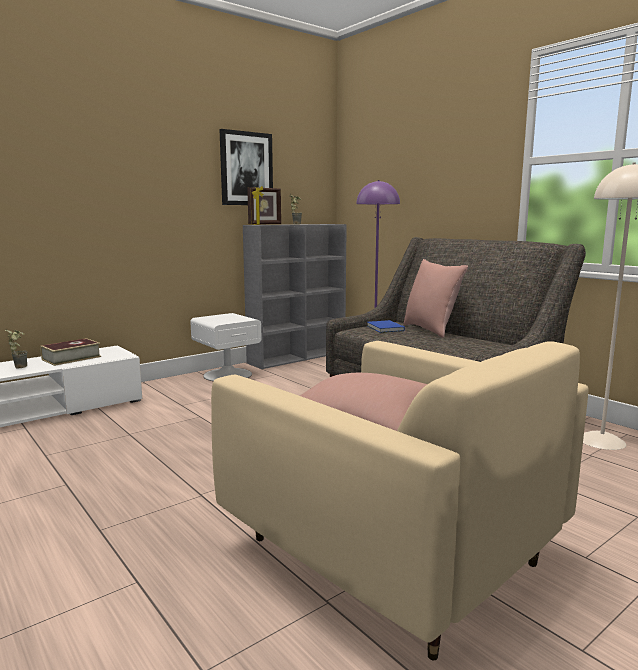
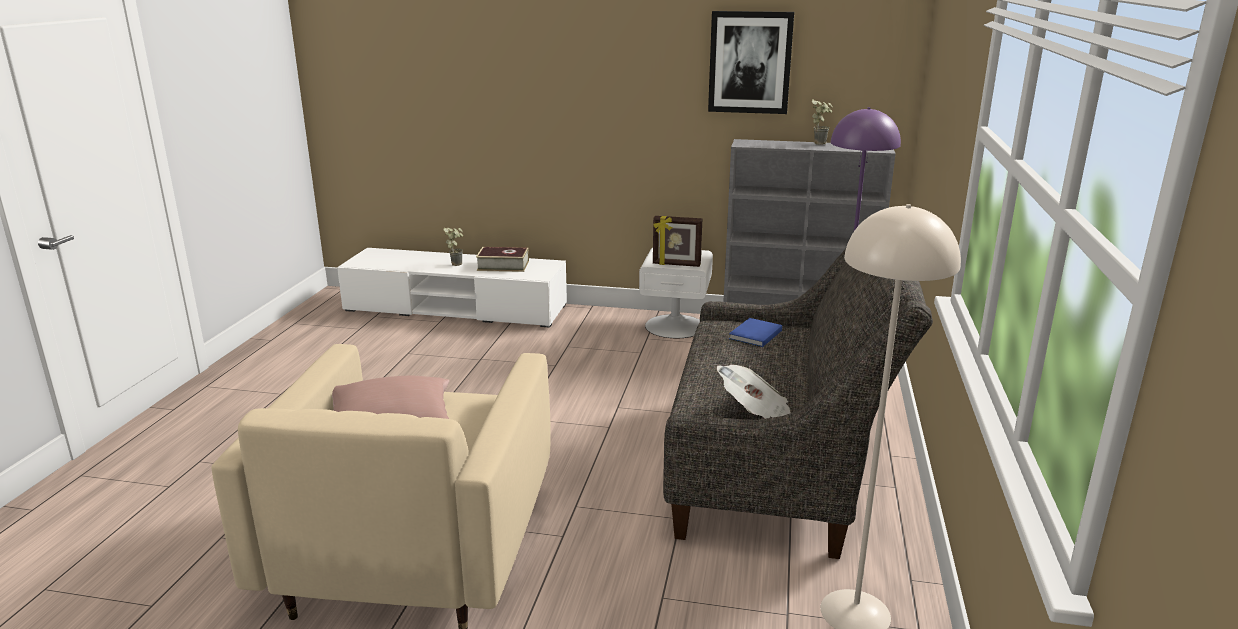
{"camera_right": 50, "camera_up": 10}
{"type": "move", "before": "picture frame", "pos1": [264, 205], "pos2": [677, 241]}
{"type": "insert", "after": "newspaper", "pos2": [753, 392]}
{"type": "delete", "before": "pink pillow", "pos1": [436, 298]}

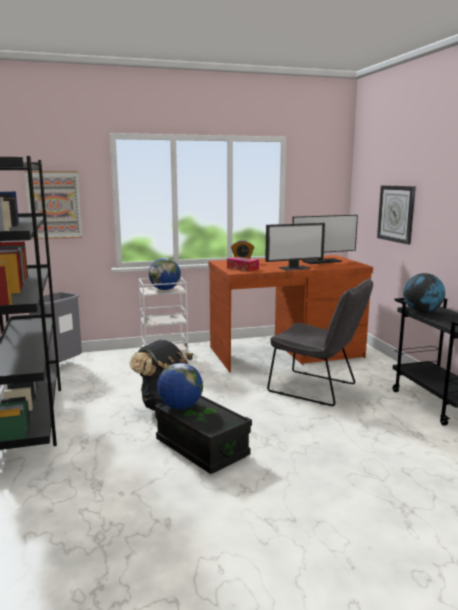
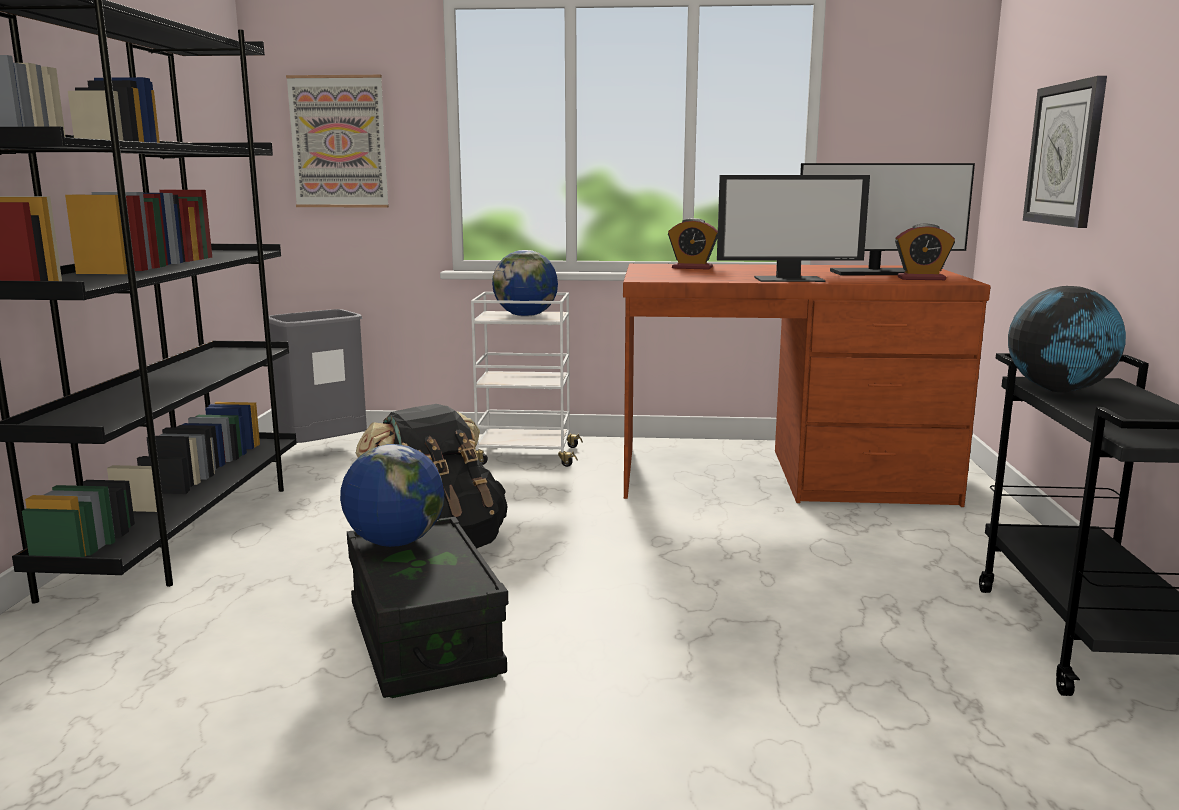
{"camera_right": 20, "camera_up": 0}
{"type": "insert", "after": "alarm clock", "pos2": [925, 251]}
{"type": "delete", "before": "tissue box", "pos1": [243, 264]}
{"type": "delete", "before": "grey chair", "pos1": [320, 342]}

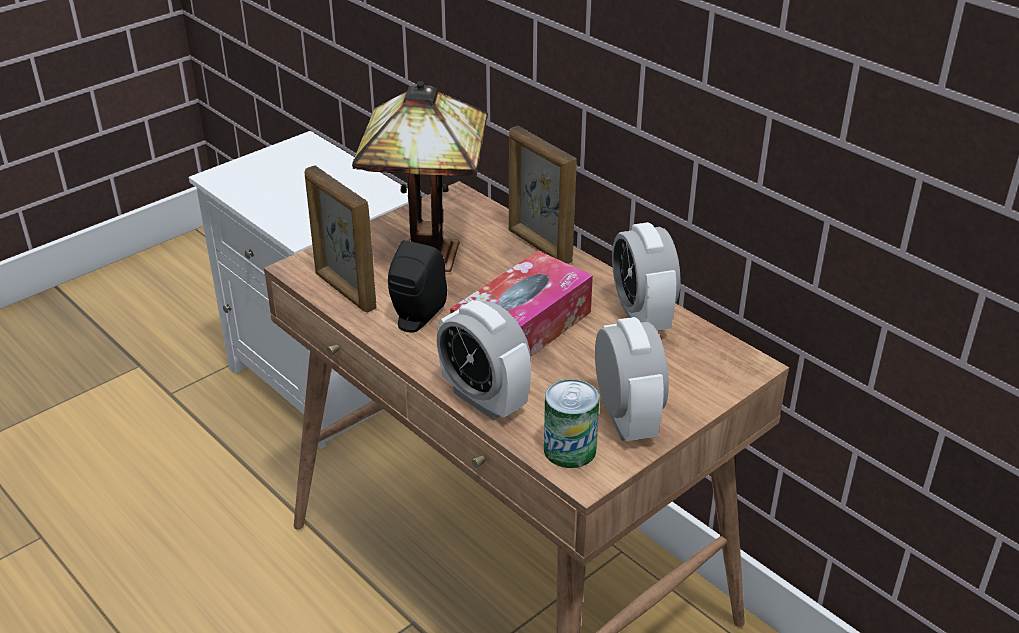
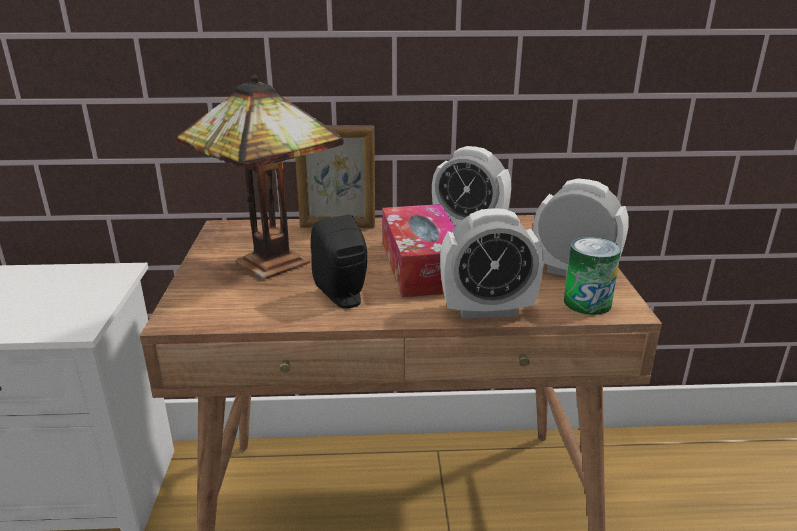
{"camera_right": -50, "camera_up": -10}
{"type": "delete", "before": "picture frame", "pos1": [341, 239]}

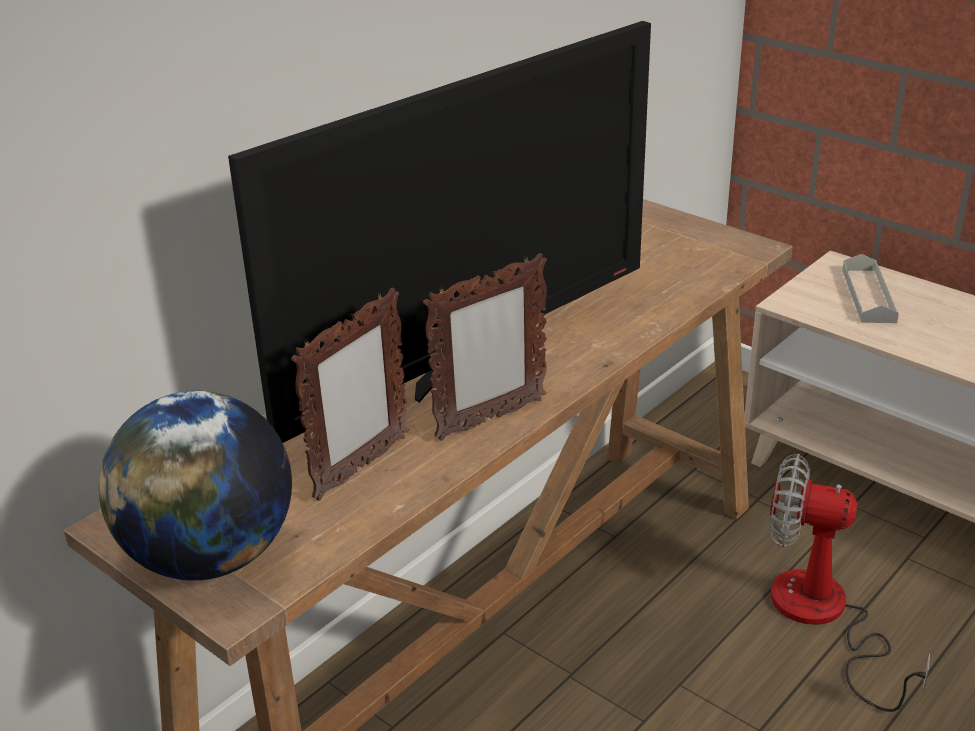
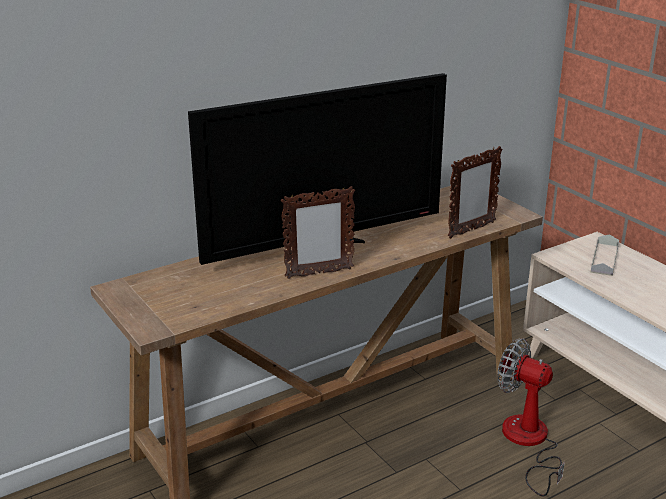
{"camera_right": 15, "camera_up": -5}
{"type": "move", "before": "picture frame", "pos1": [350, 394], "pos2": [475, 192]}
{"type": "delete", "before": "globe", "pos1": [195, 485]}

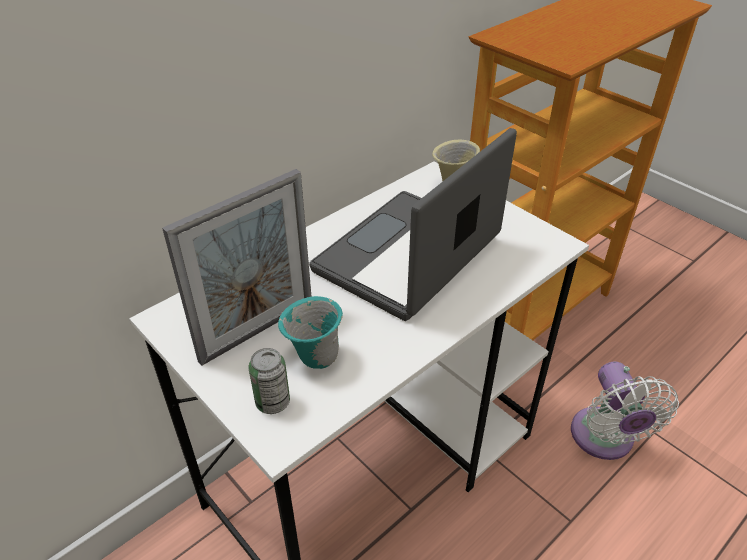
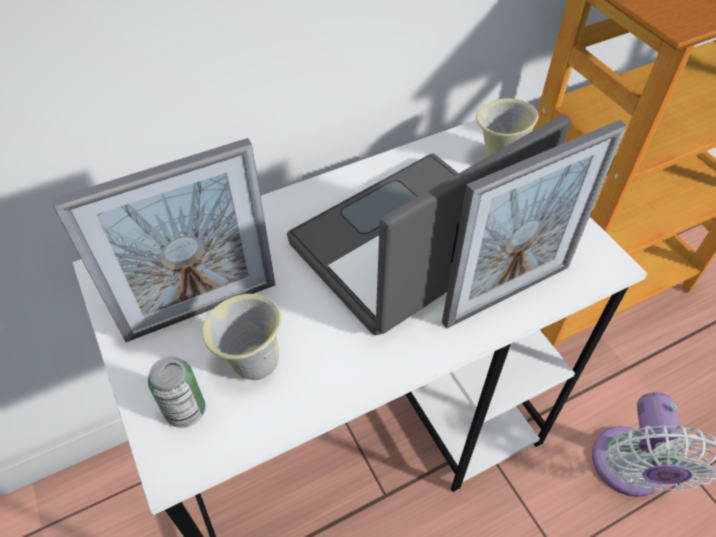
{"camera_right": 15, "camera_up": 10}
{"type": "recolor", "before": "turquoise mug", "after": "beige mug", "pos1": [310, 332], "pos2": [242, 337]}
{"type": "insert", "after": "picture frame", "pos2": [534, 224]}

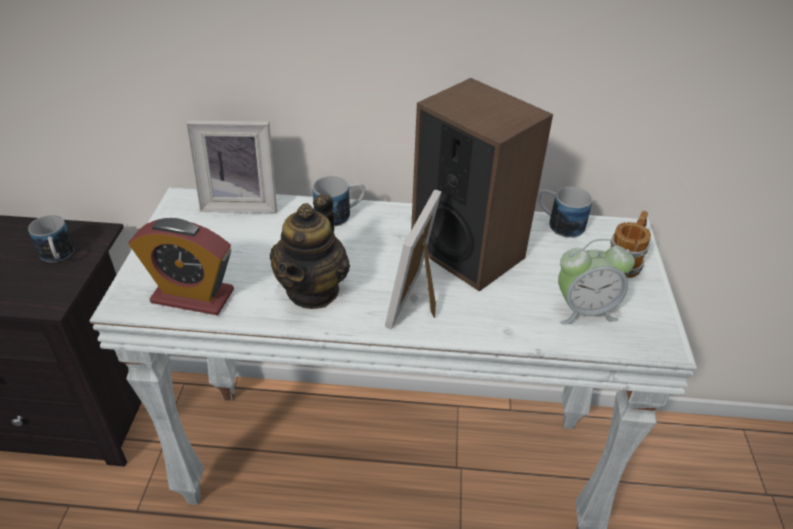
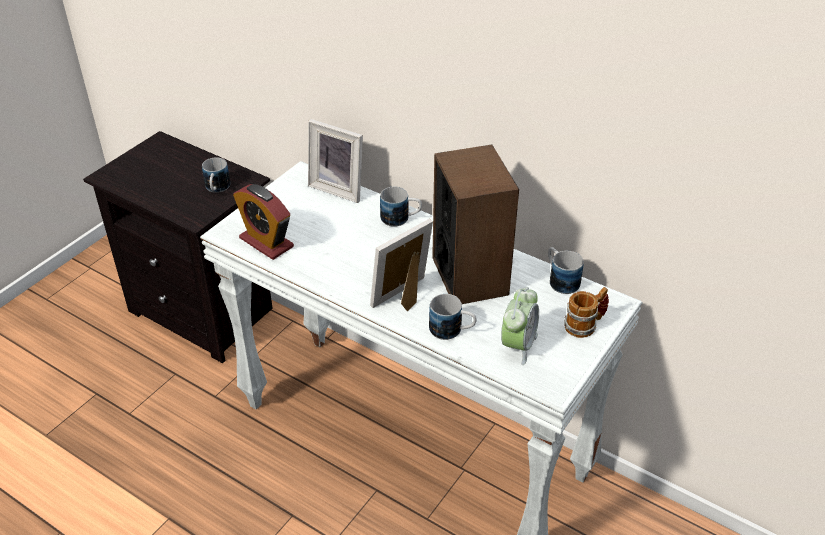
{"camera_right": 30, "camera_up": 0}
{"type": "insert", "after": "mug", "pos2": [453, 317]}
{"type": "rotate", "before": "alarm clock", "pos1": [596, 281], "pos2": [520, 326], "turn": -90}
{"type": "delete", "before": "teapot", "pos1": [310, 251]}

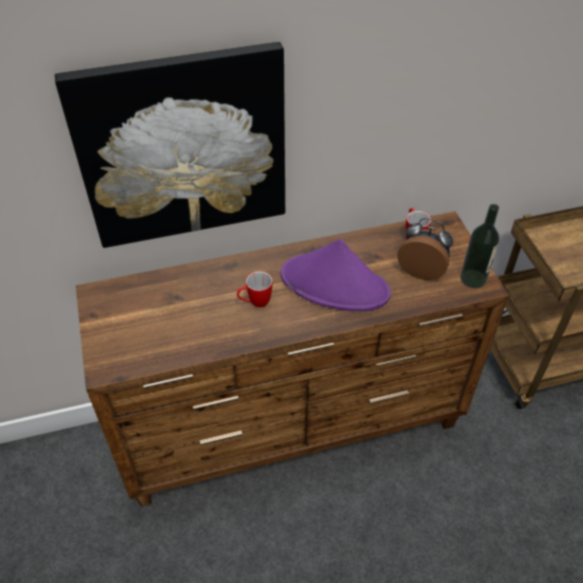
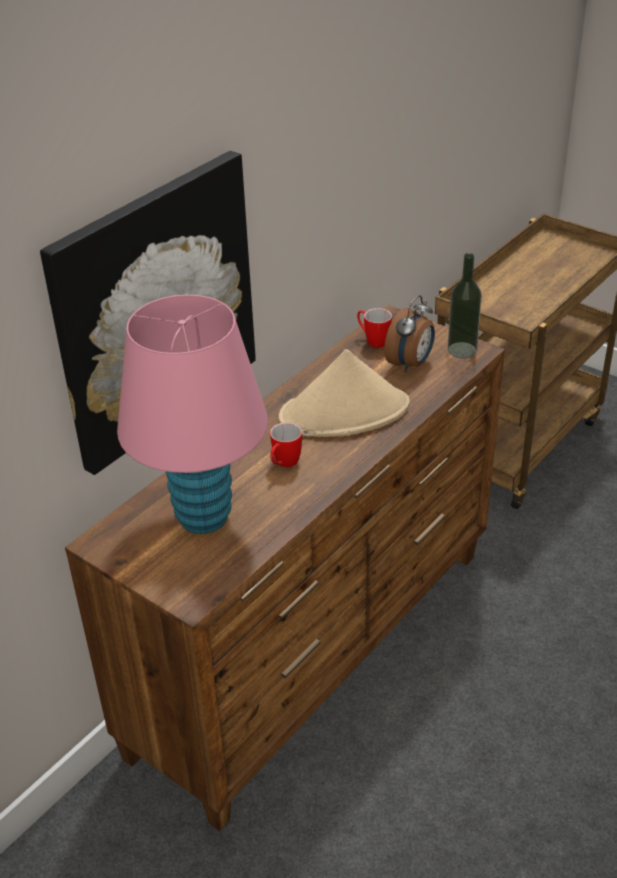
{"camera_right": -35, "camera_up": -10}
{"type": "insert", "after": "pink table lamp", "pos2": [192, 414]}
{"type": "recolor", "before": "purple hat", "after": "beige hat", "pos1": [336, 275], "pos2": [344, 393]}
{"type": "rotate", "before": "alarm clock", "pos1": [425, 249], "pos2": [409, 333], "turn": 135}

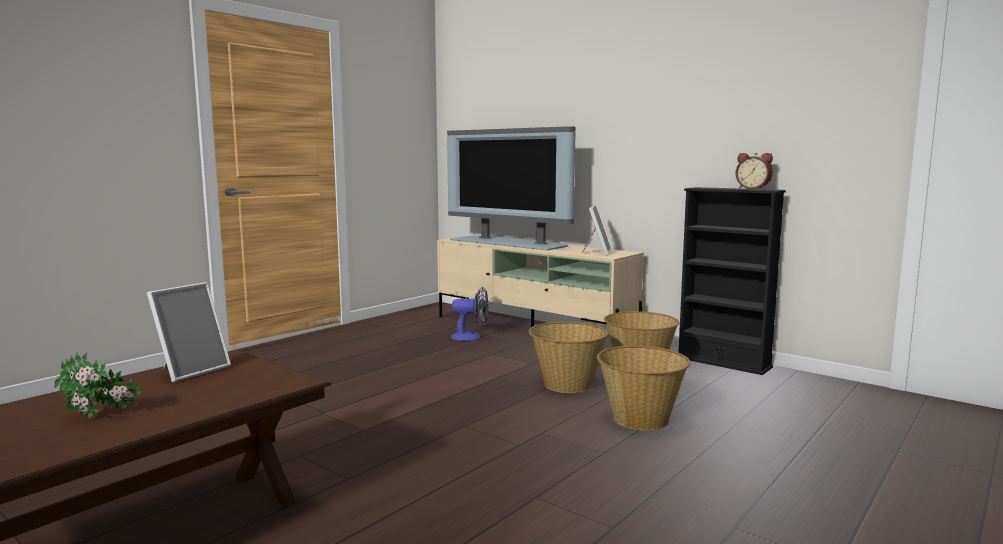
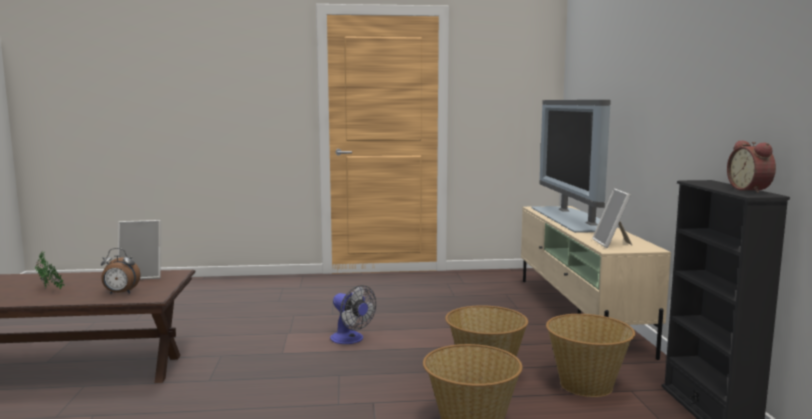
{"camera_right": 45, "camera_up": 0}
{"type": "insert", "after": "alarm clock", "pos2": [121, 271]}
{"type": "move", "before": "fan", "pos1": [470, 314], "pos2": [353, 314]}
{"type": "rotate", "before": "picture frame", "pos1": [596, 230], "pos2": [612, 218], "turn": 120}

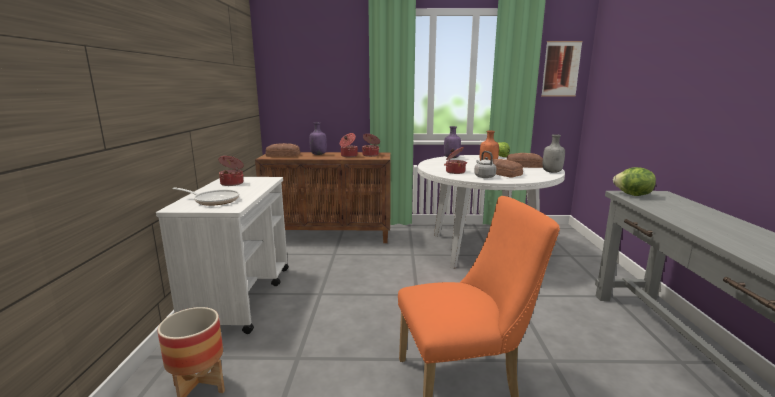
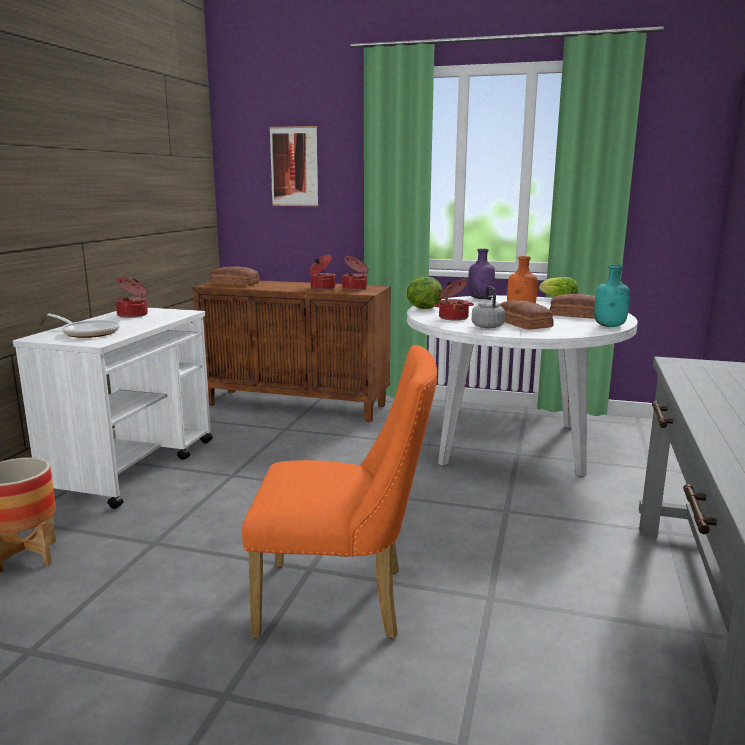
{"camera_right": 15, "camera_up": 0}
{"type": "move", "before": "picture", "pos1": [562, 68], "pos2": [294, 166]}
{"type": "move", "before": "lettuce", "pos1": [634, 181], "pos2": [424, 293]}
{"type": "recolor", "before": "grey bottle", "after": "turquoise bottle", "pos1": [554, 153], "pos2": [612, 296]}
{"type": "delete", "before": "purple bottle", "pos1": [318, 138]}

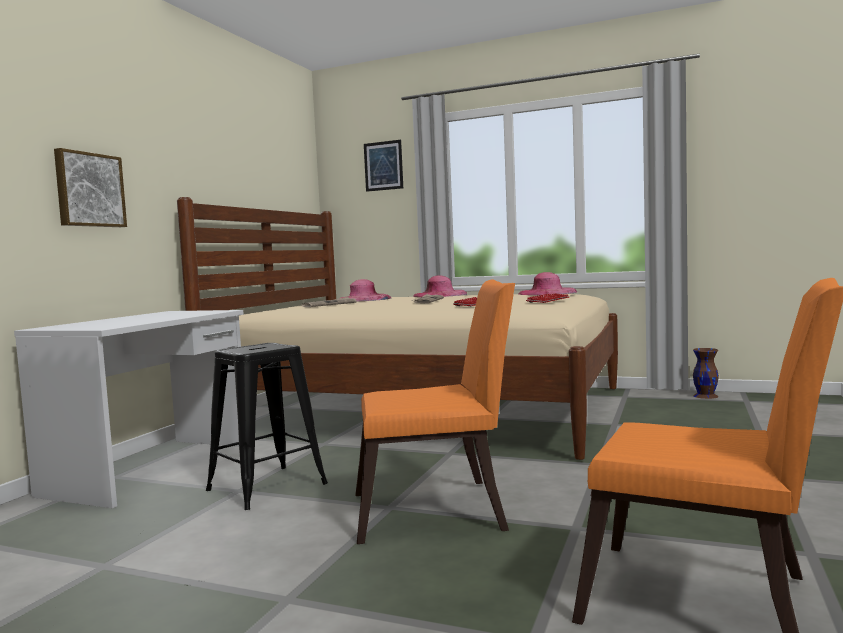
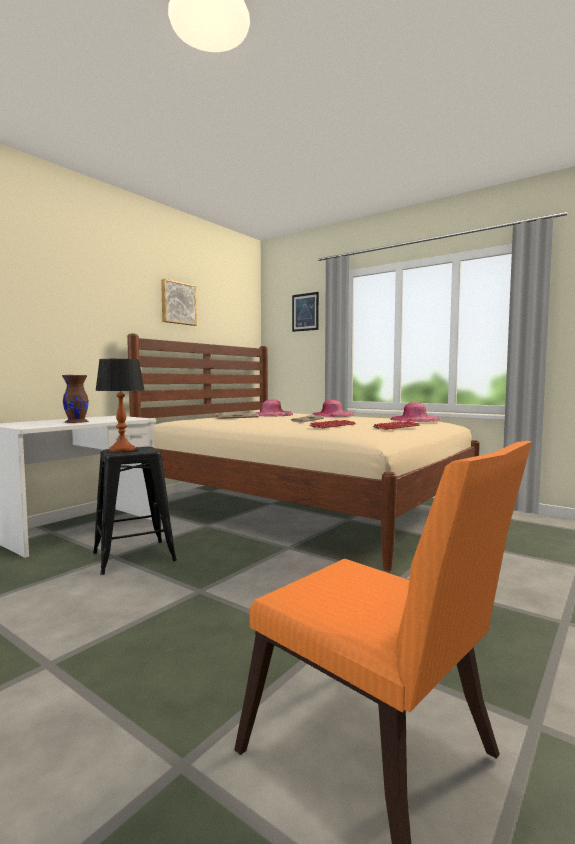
{"camera_right": 15, "camera_up": 0}
{"type": "move", "before": "brown vase", "pos1": [706, 373], "pos2": [75, 399]}
{"type": "insert", "after": "table lamp", "pos2": [119, 405]}
{"type": "move", "before": "picture", "pos1": [90, 187], "pos2": [179, 302]}
{"type": "delete", "before": "orange chair", "pos1": [435, 412]}

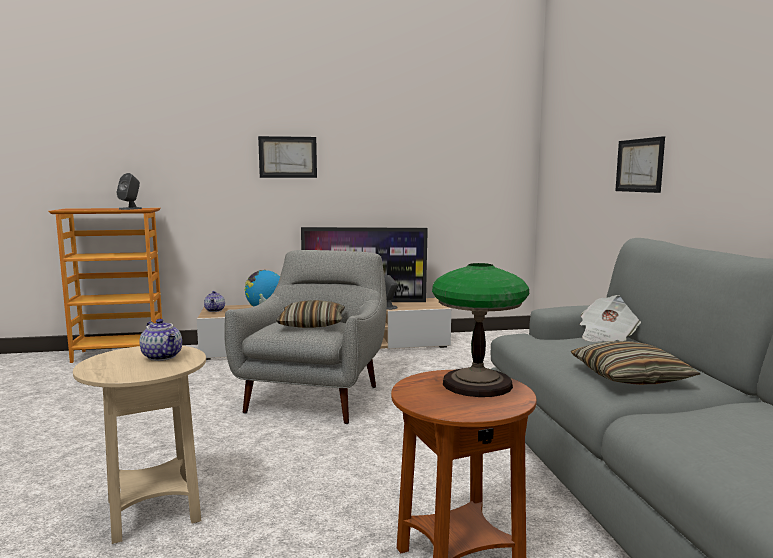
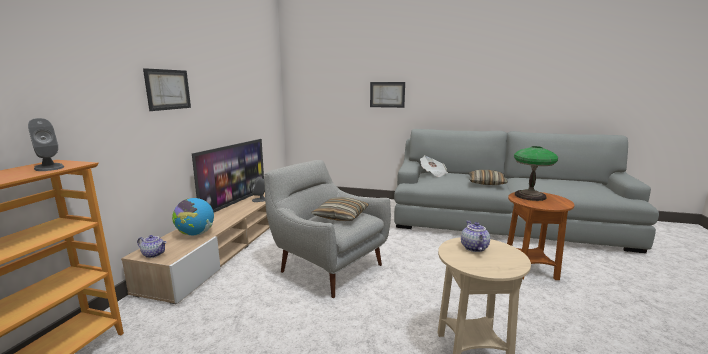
{"camera_right": -65, "camera_up": 5}
{"type": "rotate", "before": "teapot", "pos1": [160, 340], "pos2": [475, 236], "turn": -75}

